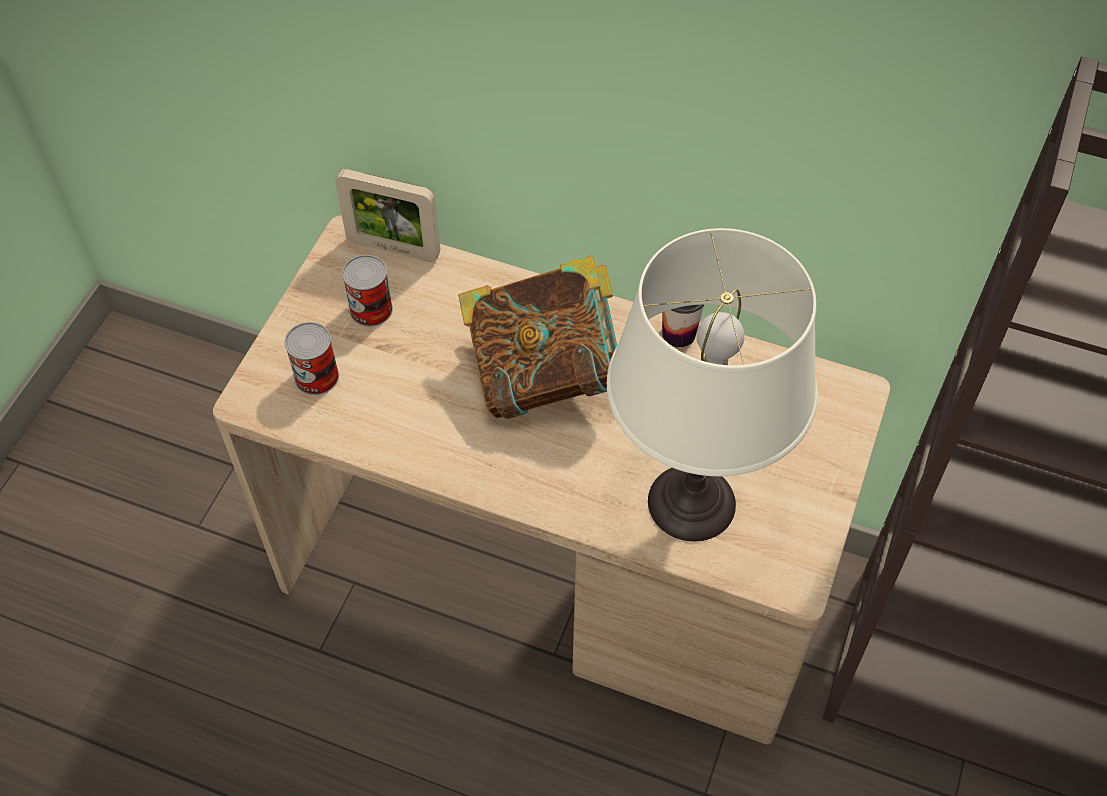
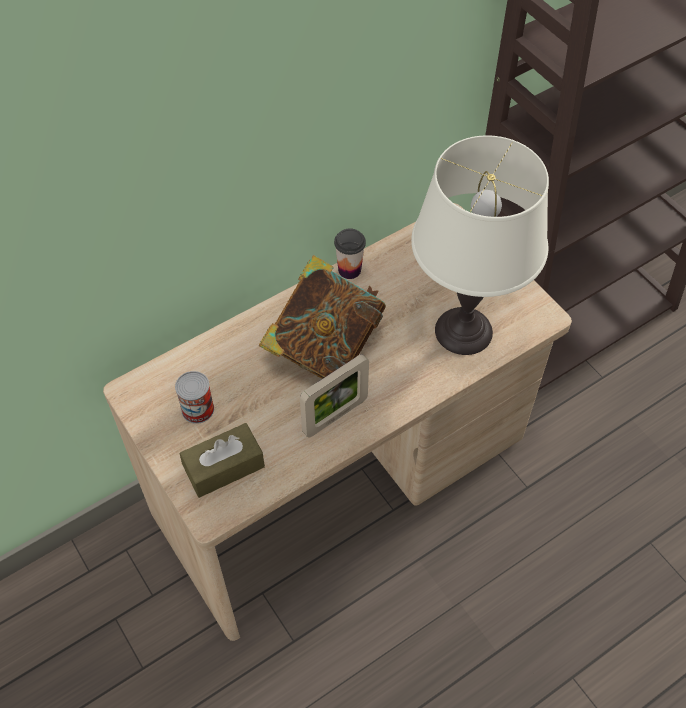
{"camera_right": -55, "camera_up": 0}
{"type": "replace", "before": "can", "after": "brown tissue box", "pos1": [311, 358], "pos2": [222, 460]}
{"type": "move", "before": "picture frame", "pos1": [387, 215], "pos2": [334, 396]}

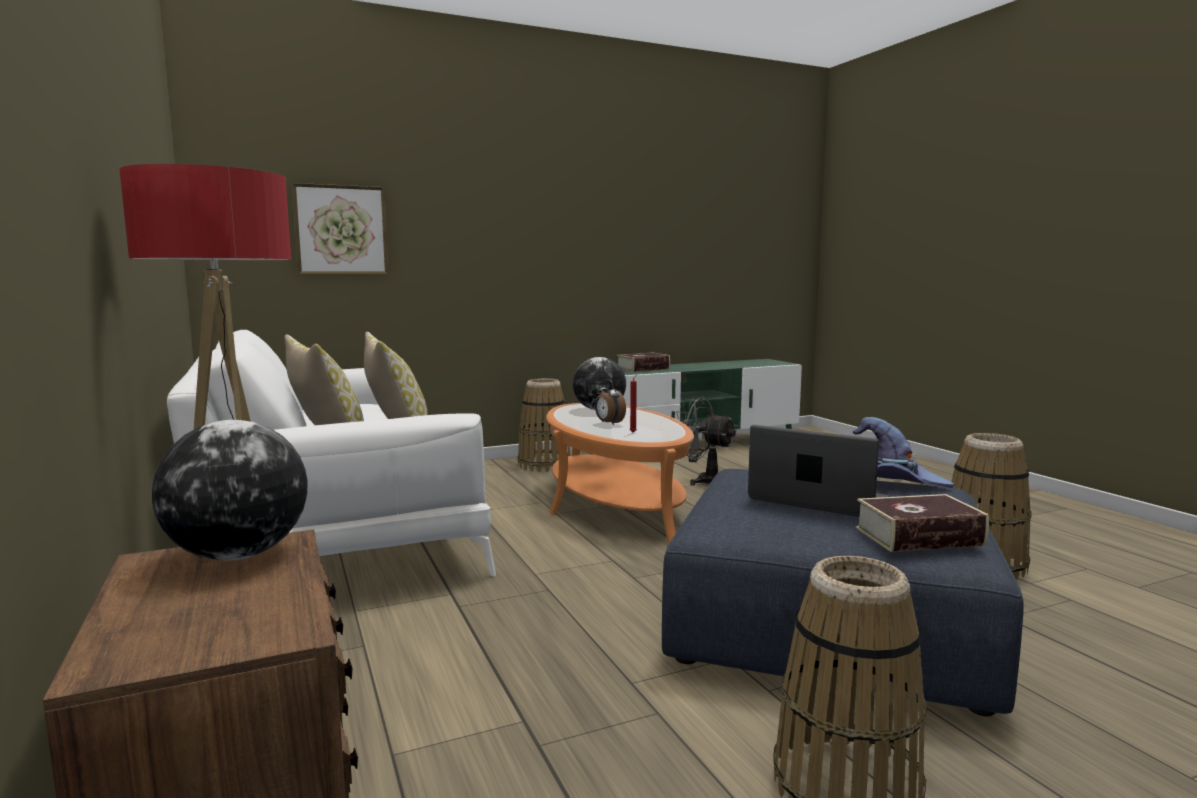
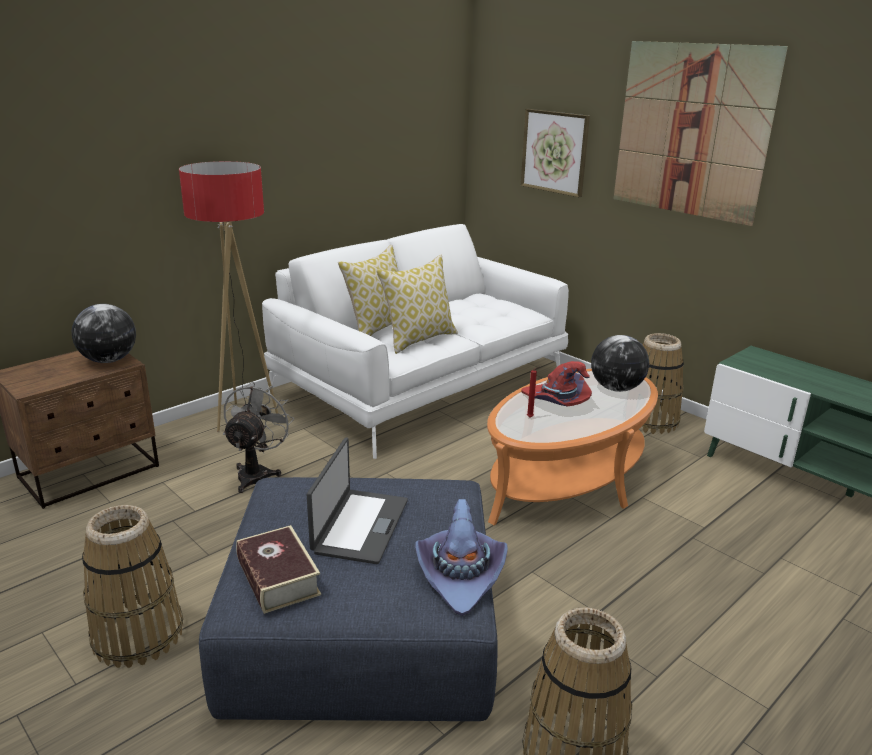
{"camera_right": 70, "camera_up": 15}
{"type": "move", "before": "grey fan", "pos1": [706, 441], "pos2": [258, 437]}
{"type": "replace", "before": "alarm clock", "after": "red hat", "pos1": [610, 402], "pos2": [556, 384]}
{"type": "insert", "after": "picture", "pos2": [701, 133]}
{"type": "delete", "before": "book", "pos1": [643, 362]}

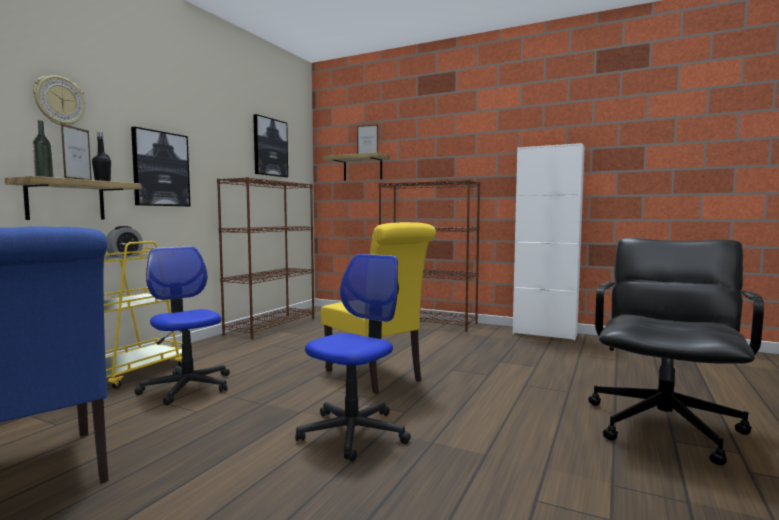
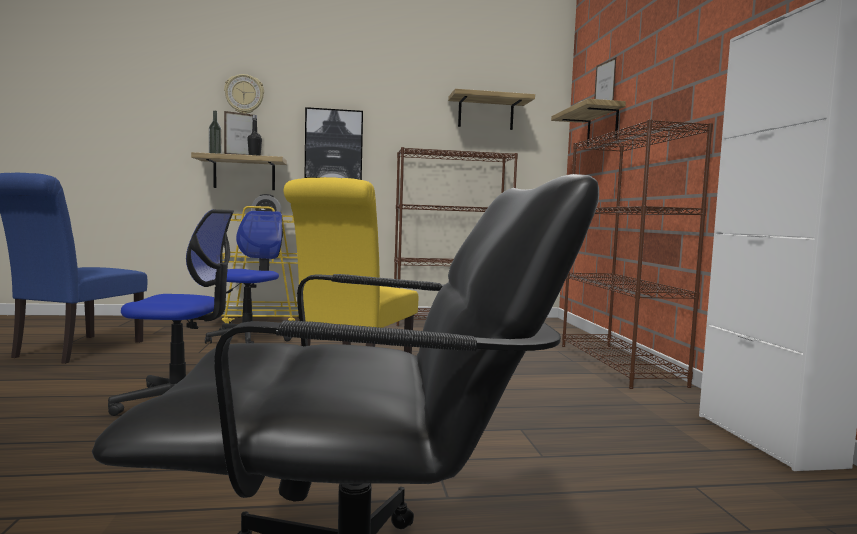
{"camera_right": 55, "camera_up": 0}
{"type": "replace", "before": "picture", "after": "shelf", "pos1": [270, 146], "pos2": [491, 109]}

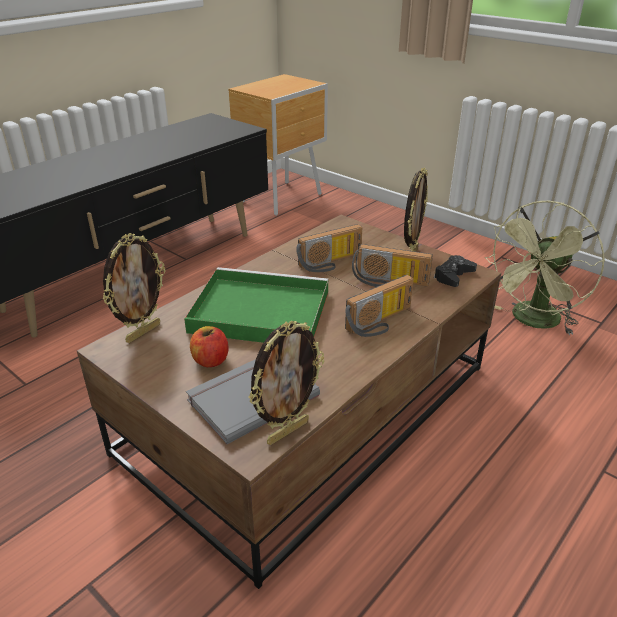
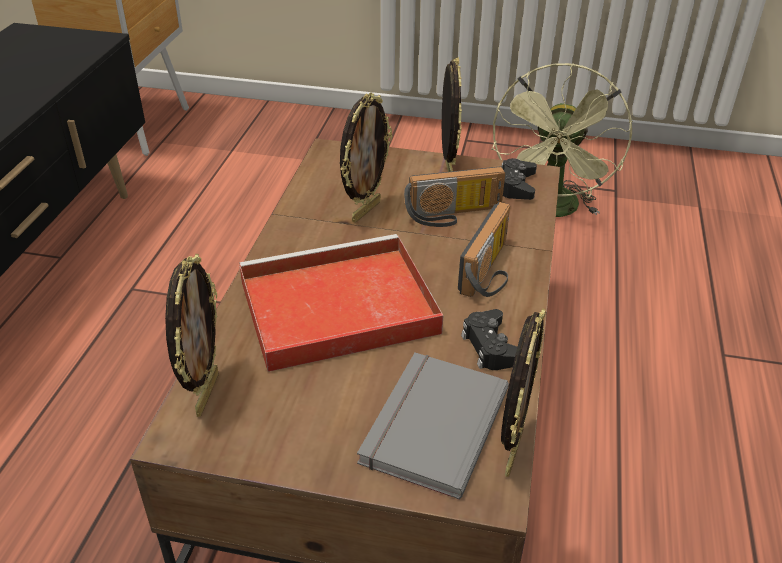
{"camera_right": -30, "camera_up": 5}
{"type": "recolor", "before": "green tray", "after": "red tray", "pos1": [256, 305], "pos2": [341, 303]}
{"type": "replace", "before": "radio", "after": "picture frame", "pos1": [329, 248], "pos2": [366, 157]}
{"type": "insert", "after": "black game controller", "pos2": [489, 339]}
{"type": "delete", "before": "apple", "pos1": [209, 346]}

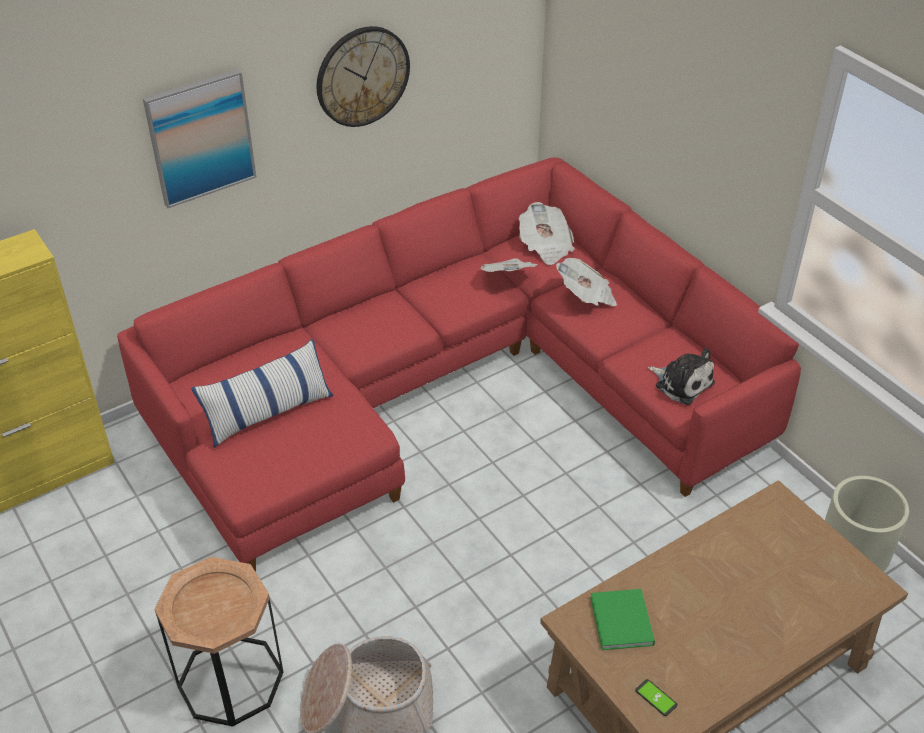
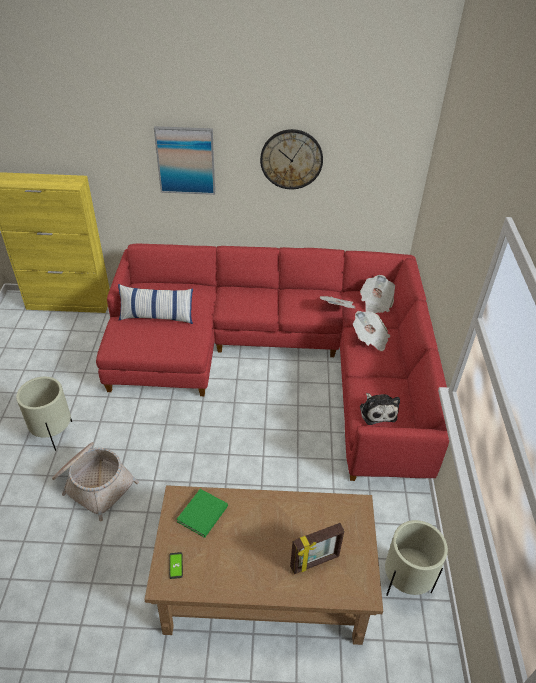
{"camera_right": 35, "camera_up": 0}
{"type": "replace", "before": "brown side table", "after": "beige planter", "pos1": [219, 642], "pos2": [44, 414]}
{"type": "insert", "after": "picture frame", "pos2": [317, 548]}

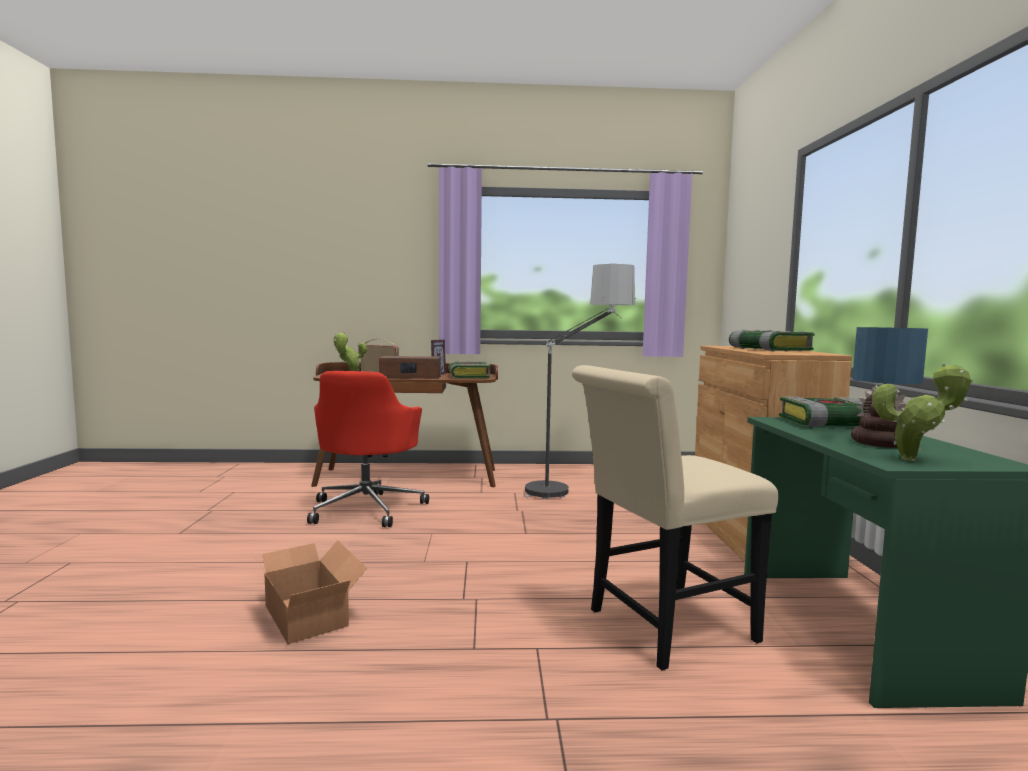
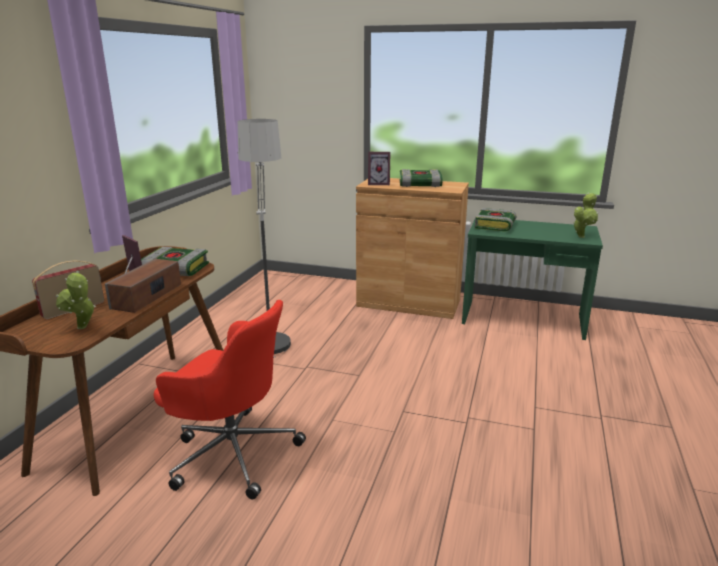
{"camera_right": -70, "camera_up": 15}
{"type": "insert", "after": "picture frame", "pos2": [379, 168]}
{"type": "delete", "before": "cardboard box", "pos1": [309, 592]}
{"type": "delete", "before": "beige chair", "pos1": [675, 517]}
{"type": "delete", "before": "table lamp", "pos1": [889, 387]}

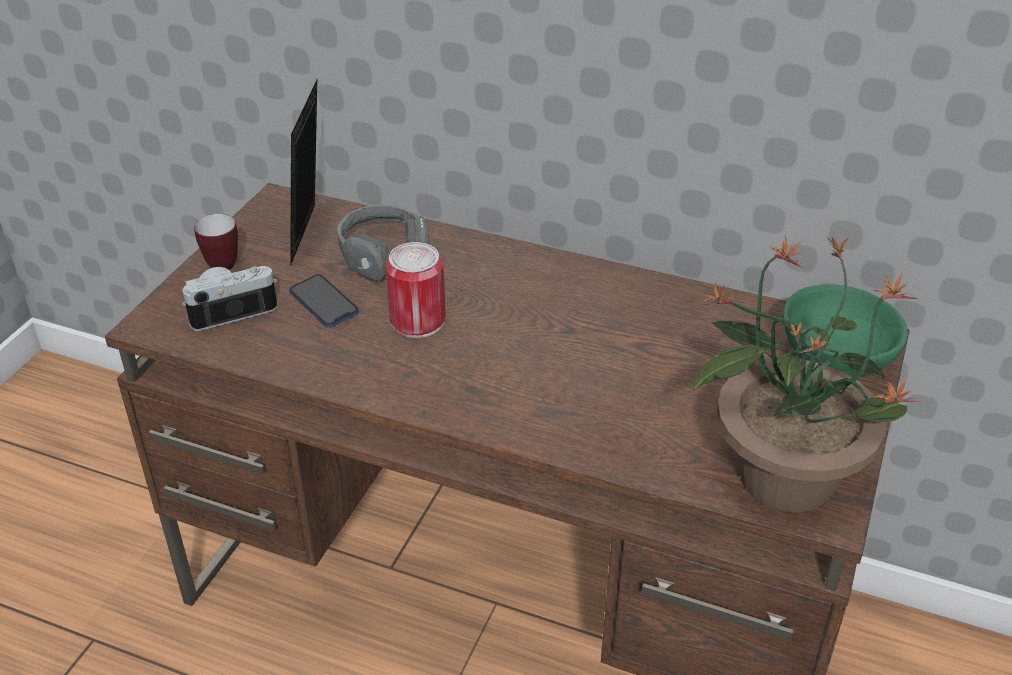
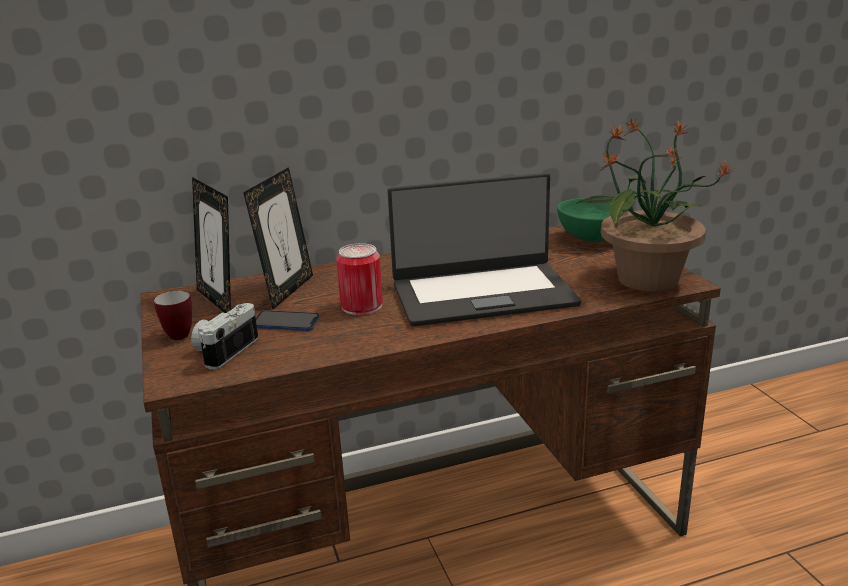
{"camera_right": -40, "camera_up": -15}
{"type": "replace", "before": "grey headphones", "after": "picture frame", "pos1": [383, 243], "pos2": [278, 238]}
{"type": "insert", "after": "laptop", "pos2": [484, 249]}

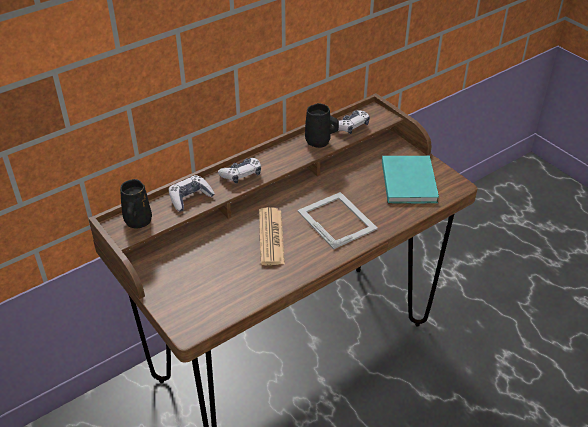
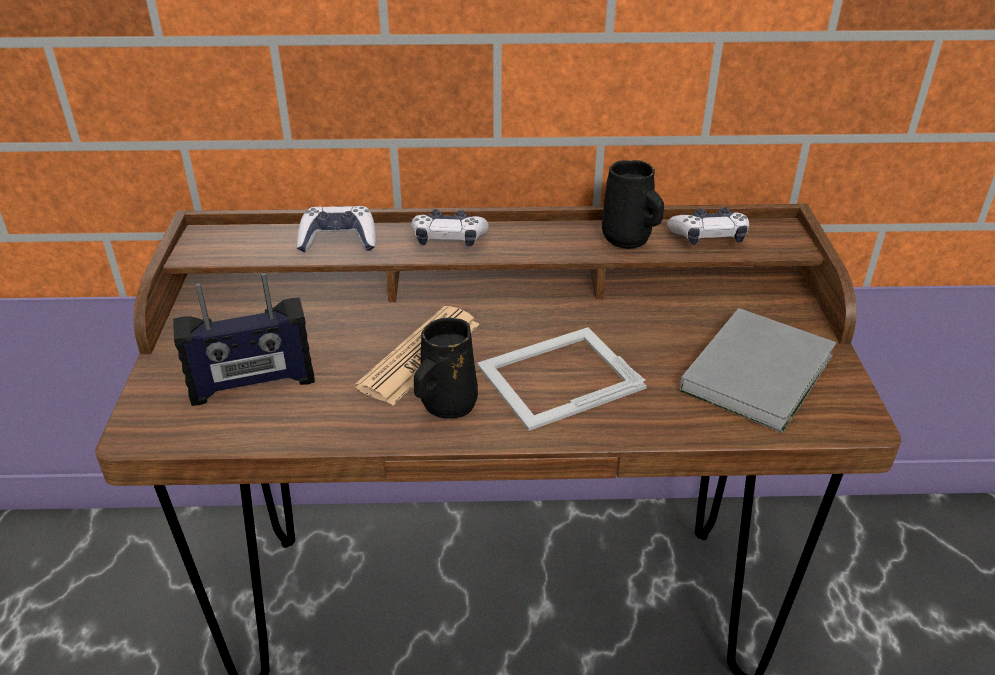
{"camera_right": 35, "camera_up": -5}
{"type": "insert", "after": "radio", "pos2": [244, 339]}
{"type": "move", "before": "black mug", "pos1": [136, 203], "pos2": [446, 368]}
{"type": "rotate", "before": "picture frame", "pos1": [338, 220], "pos2": [562, 379], "turn": -120}
{"type": "recolor", "before": "turquoise book", "after": "grey book", "pos1": [410, 180], "pos2": [757, 370]}

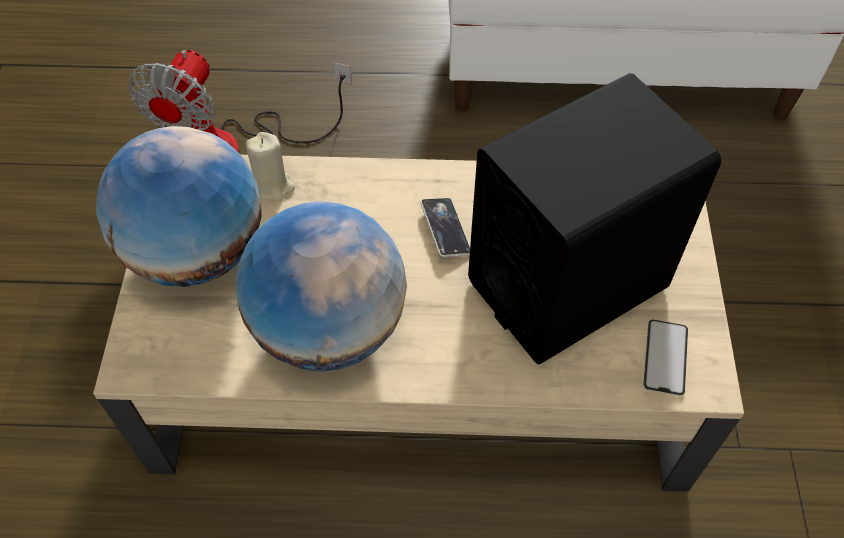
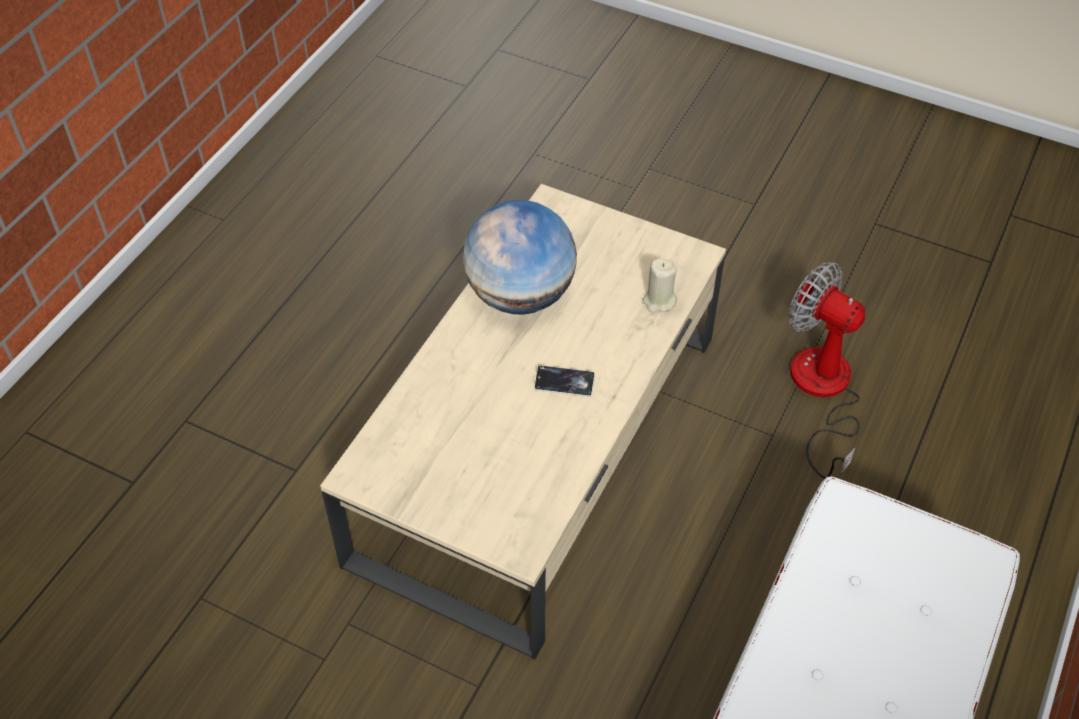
{"camera_right": 115, "camera_up": -5}
{"type": "delete", "before": "globe", "pos1": [179, 206]}
{"type": "delete", "before": "black speaker", "pos1": [594, 218]}
{"type": "delete", "before": "phone", "pos1": [665, 358]}

